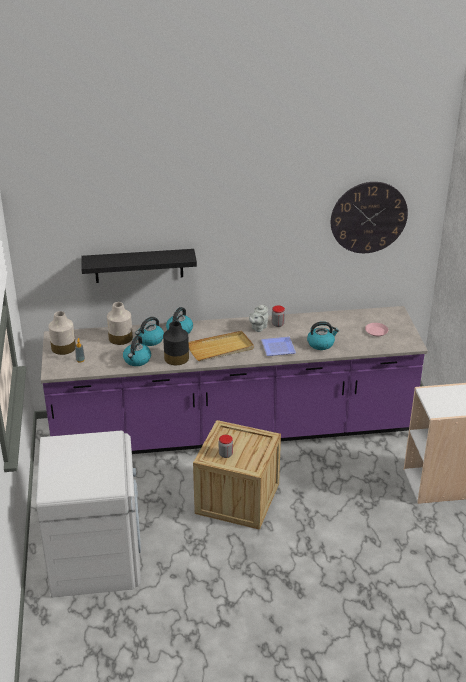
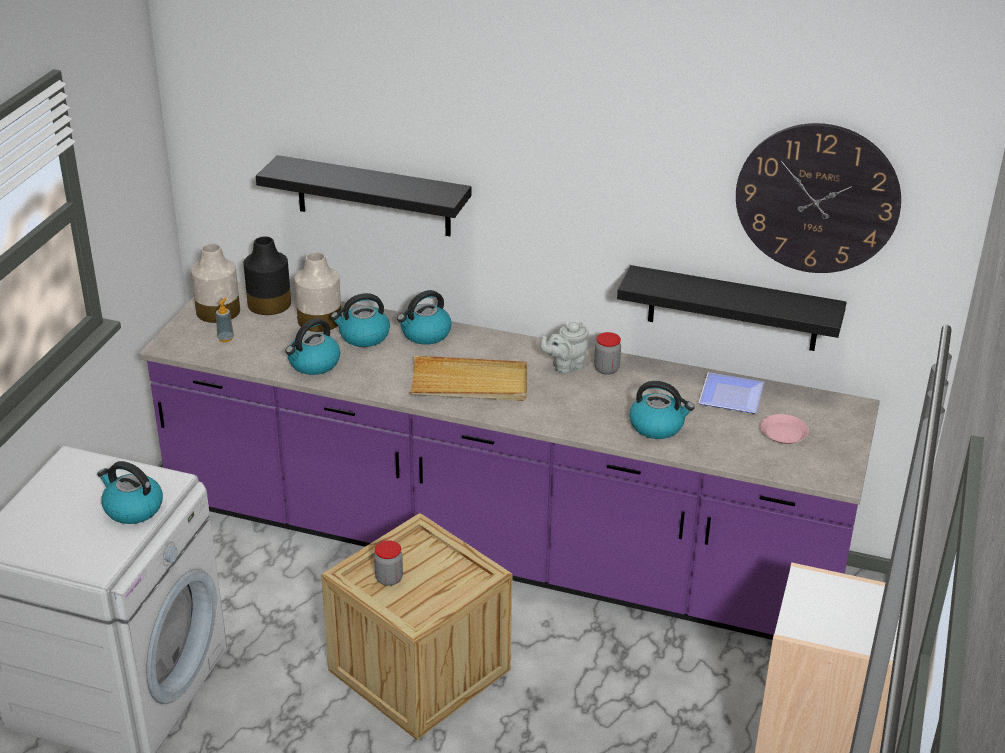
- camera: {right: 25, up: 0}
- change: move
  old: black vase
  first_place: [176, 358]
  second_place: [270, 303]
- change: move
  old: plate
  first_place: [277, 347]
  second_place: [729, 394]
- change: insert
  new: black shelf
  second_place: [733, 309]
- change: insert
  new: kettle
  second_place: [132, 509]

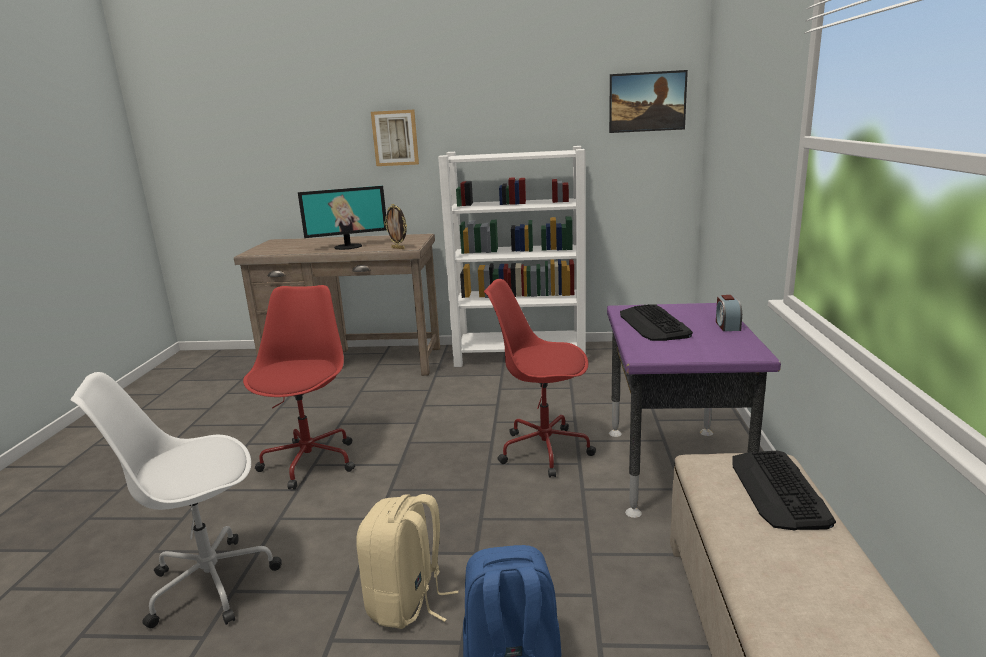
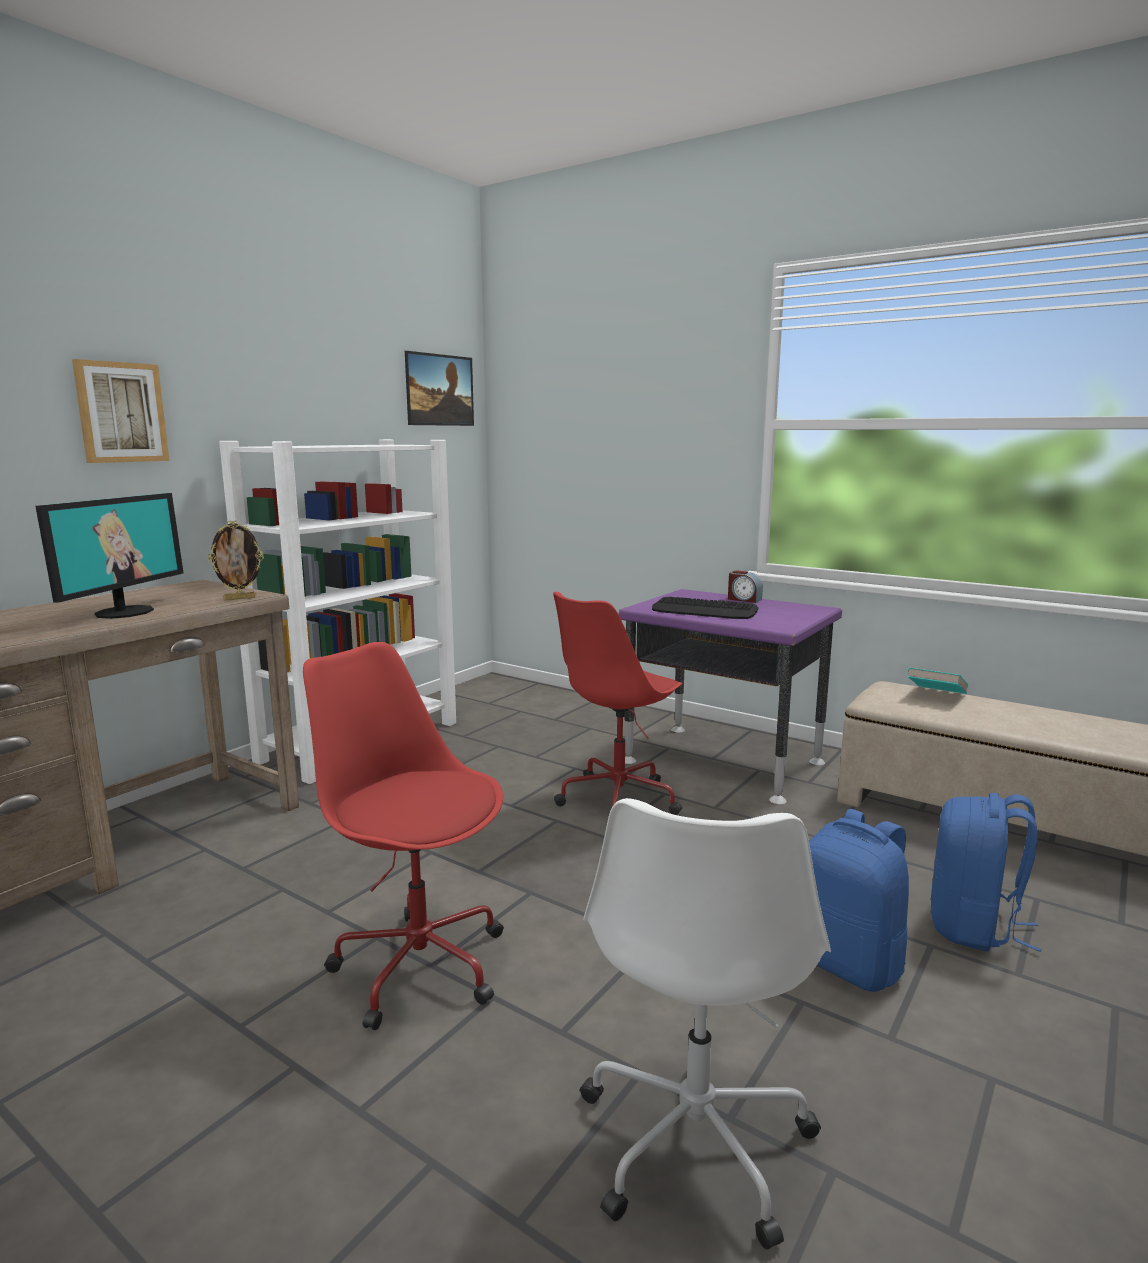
- camera: {right: -60, up: -5}
- change: replace
  old: keyboard
  new: turquoise book
  first_place: [778, 490]
  second_place: [935, 696]
- change: recolor
  old: beige backpack
  new: blue backpack
  first_place: [407, 602]
  second_place: [847, 962]

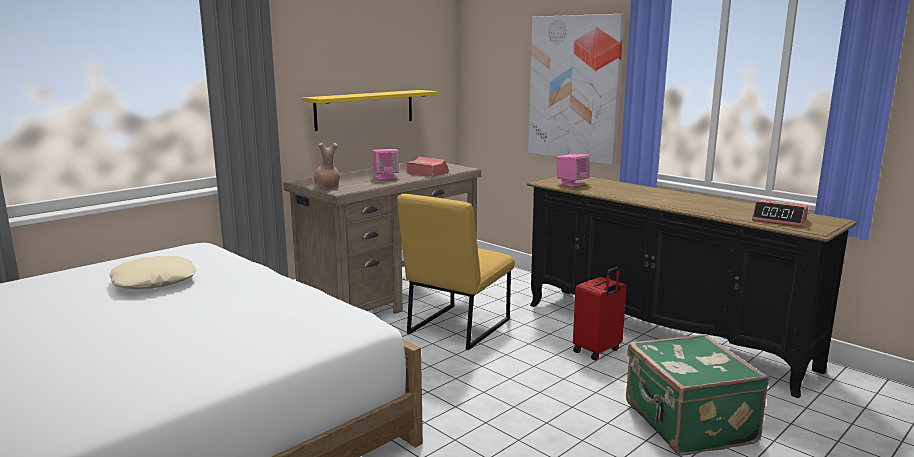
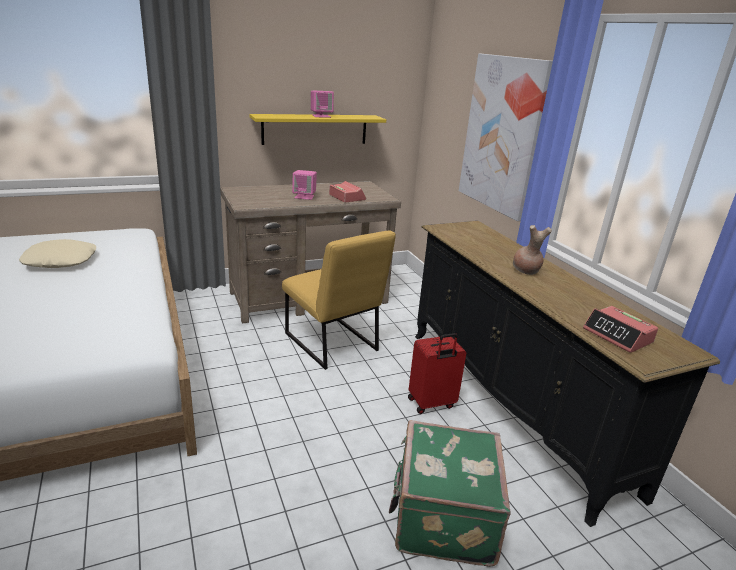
- camera: {right: 20, up: 10}
- change: move
  old: brown vase
  first_place: [327, 187]
  second_place: [525, 271]
- change: move
  old: pink speaker
  first_place: [572, 184]
  second_place: [321, 116]
- change: rotate
  old: yellow chair
  first_place: [457, 327]
  second_place: [332, 343]
  degrees: -90

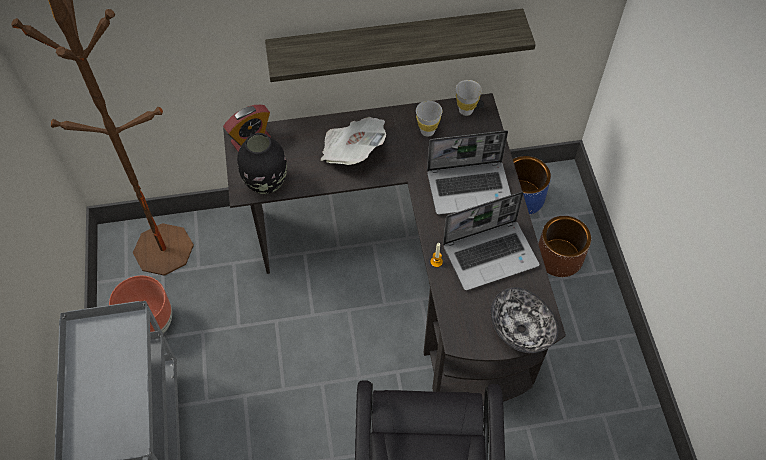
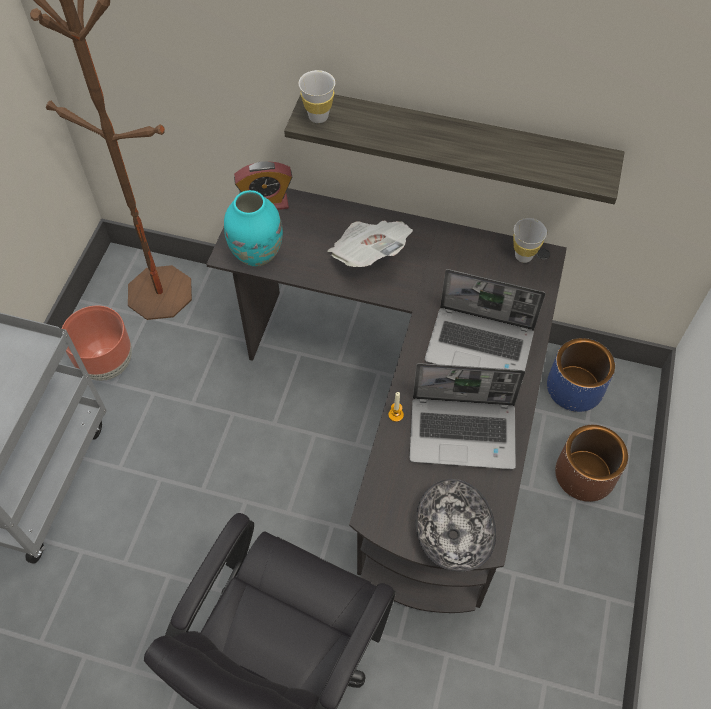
- camera: {right: 25, up: 0}
- change: move
  old: white cup
  first_place: [427, 131]
  second_place: [318, 116]
- change: recolor
  old: black vase
  new: turquoise vase
  first_place: [266, 183]
  second_place: [257, 254]

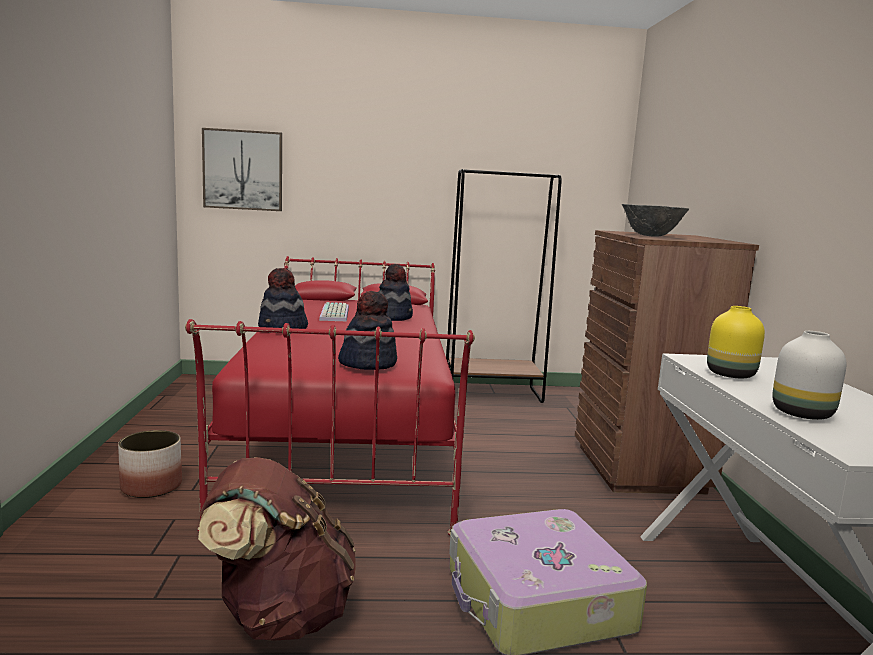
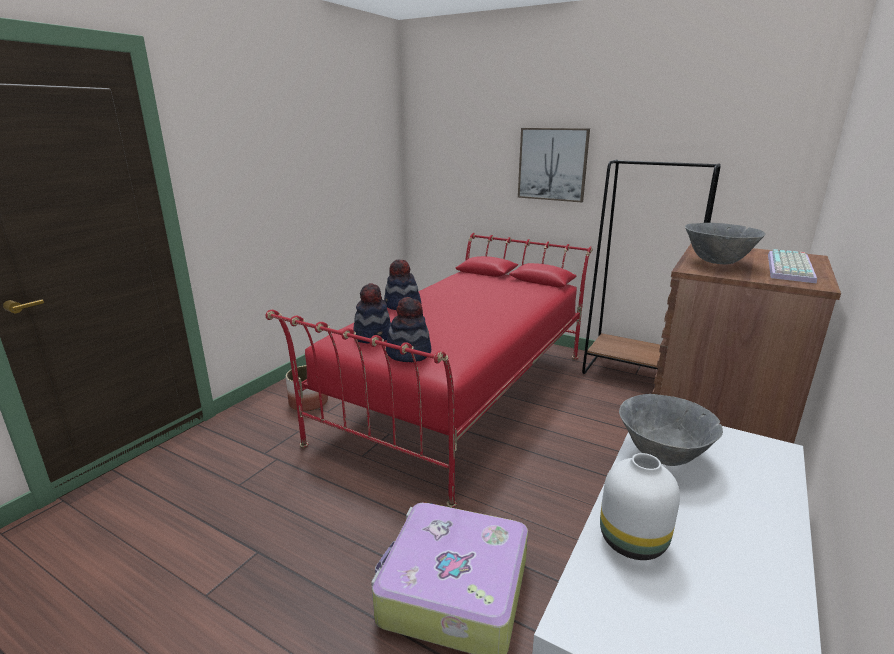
- camera: {right: 35, up: 10}
- change: move
  old: picture
  first_place: [243, 170]
  second_place: [552, 164]
- change: move
  old: hat
  first_place: [393, 317]
  second_place: [373, 336]
- change: move
  old: keyboard
  first_place: [336, 313]
  second_place: [792, 268]
- change: replace
  old: yellow vase
  new: grey bowl
  first_place: [730, 374]
  second_place: [662, 456]
- change: delete
  old: brown backpack
  first_place: [279, 615]

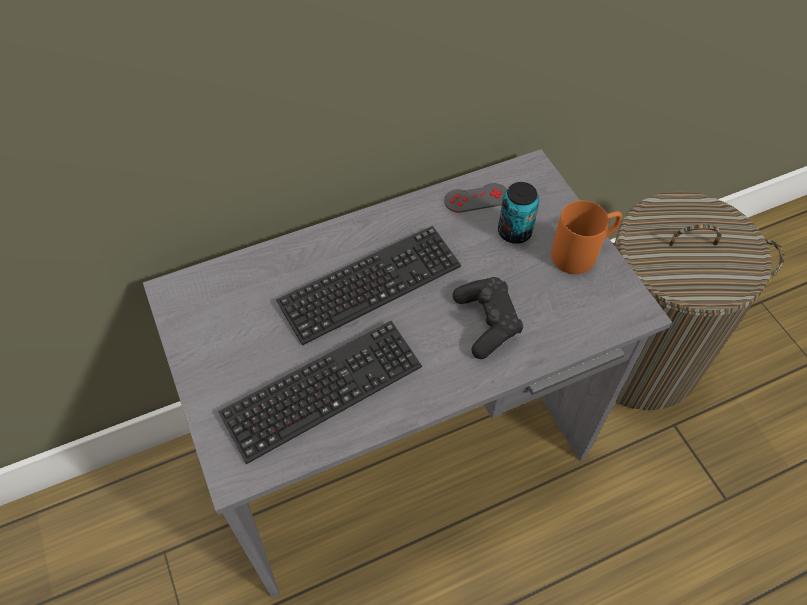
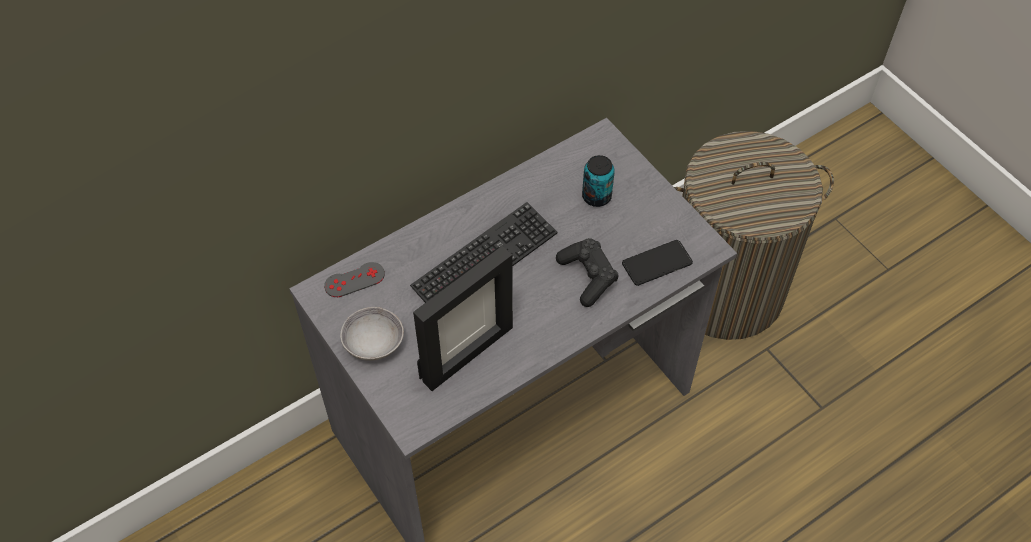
- camera: {right: -10, up: 0}
- change: move
  old: grey game controller
  first_place: [476, 198]
  second_place: [354, 280]
- change: delete
  old: orange mug
  first_place: [582, 253]
- change: replace
  old: keyboard
  new: picture frame
  first_place: [323, 391]
  second_place: [466, 353]
- change: insert
  new: phone
  second_place: [657, 263]
- change: insert
  new: grey bowl
  second_place: [374, 343]

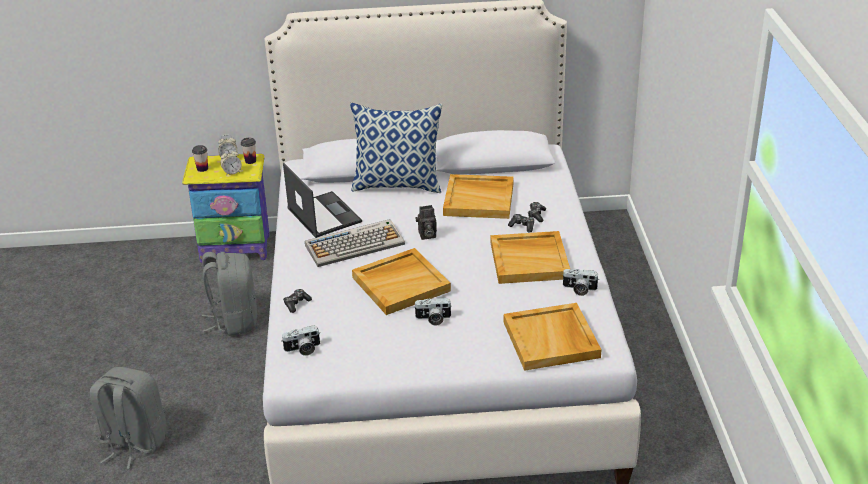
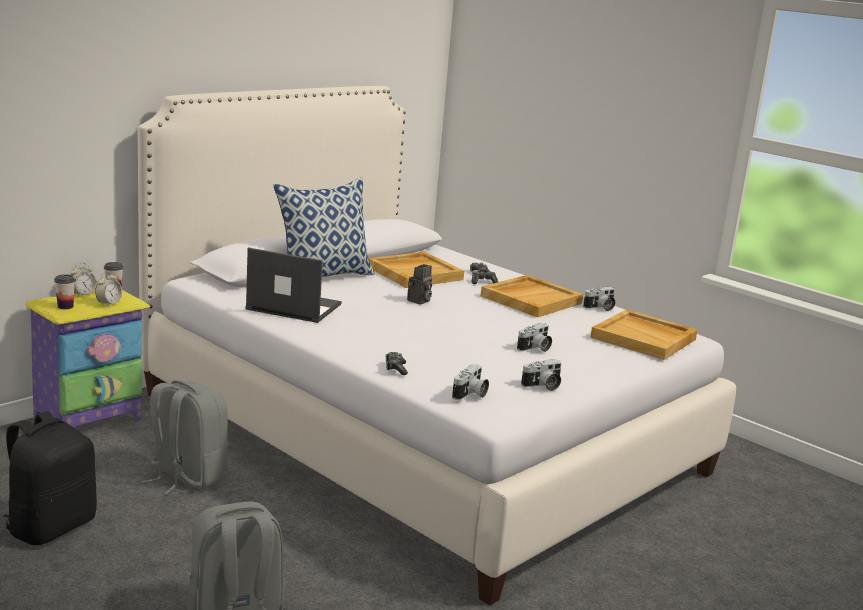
- camera: {right: -45, up: -15}
- change: delete
  old: keyboard
  first_place: [355, 244]
- change: delete
  old: beige tray
  first_place: [401, 283]
- change: insert
  new: photo camera
  second_place: [542, 386]
- change: insert
  new: black backpack
  second_place: [51, 526]

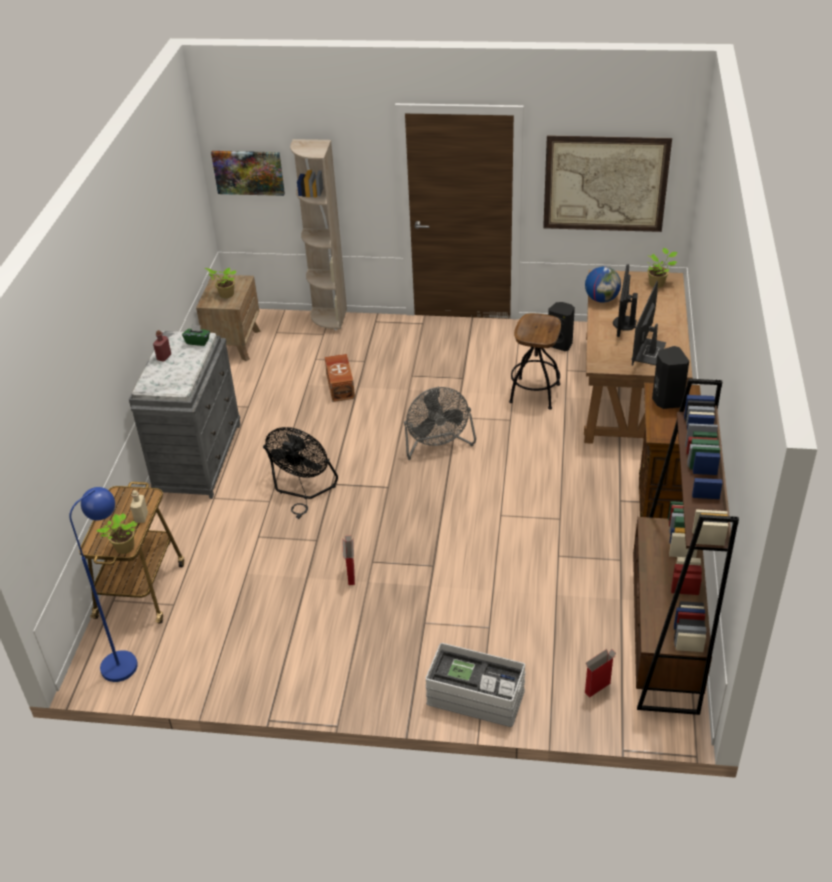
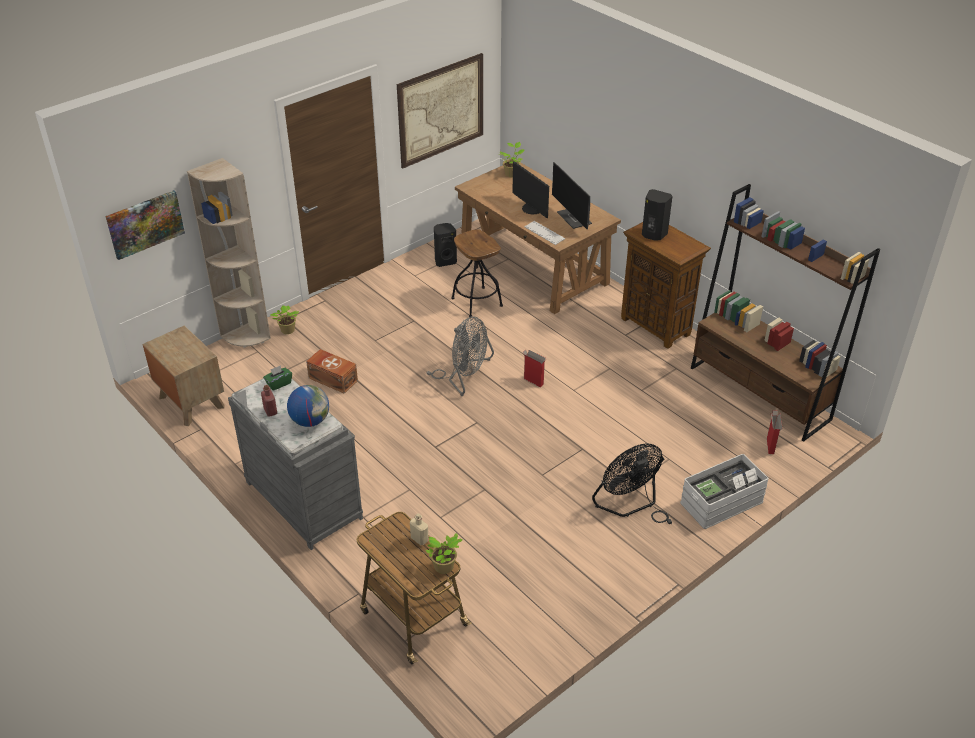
- camera: {right: -50, up: 0}
- change: move
  old: globe
  first_place: [601, 299]
  second_place: [310, 420]
- change: move
  old: potted plant
  first_place: [225, 294]
  second_place: [287, 331]
- change: move
  old: black fan
  first_place: [300, 489]
  second_place: [635, 503]
- change: delete
  old: blue floor lamp
  first_place: [128, 660]
- change: move
  old: cardboard box
  first_place: [351, 575]
  second_place: [533, 381]
- change: insert
  new: keyboard
  second_place: [544, 233]

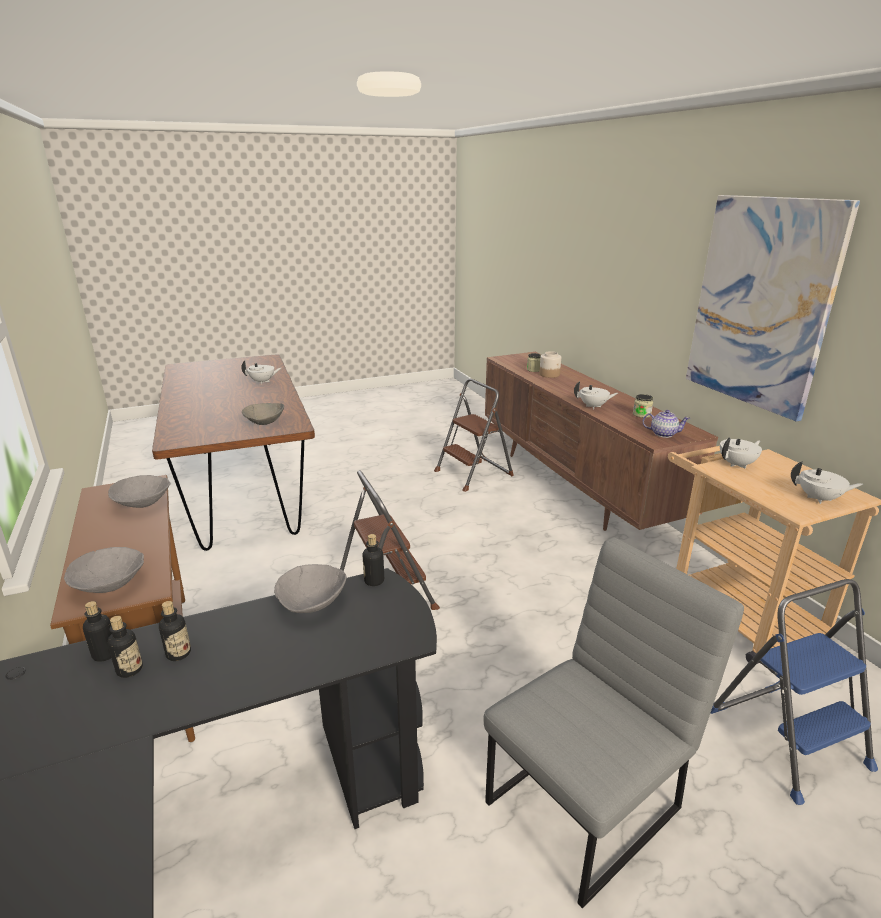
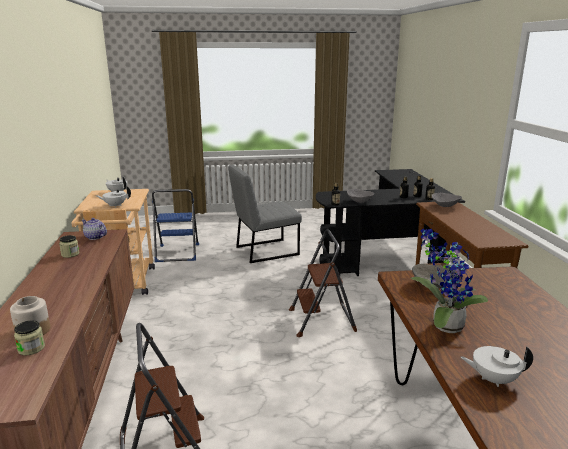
- camera: {right: -165, up: -5}
- change: delete
  old: picture
  first_place: [761, 304]
- change: delete
  old: white teapot
  first_place: [593, 406]
- change: delete
  old: grey bowl
  first_place: [144, 503]
- change: insert
  new: potted plant
  second_place: [443, 325]

